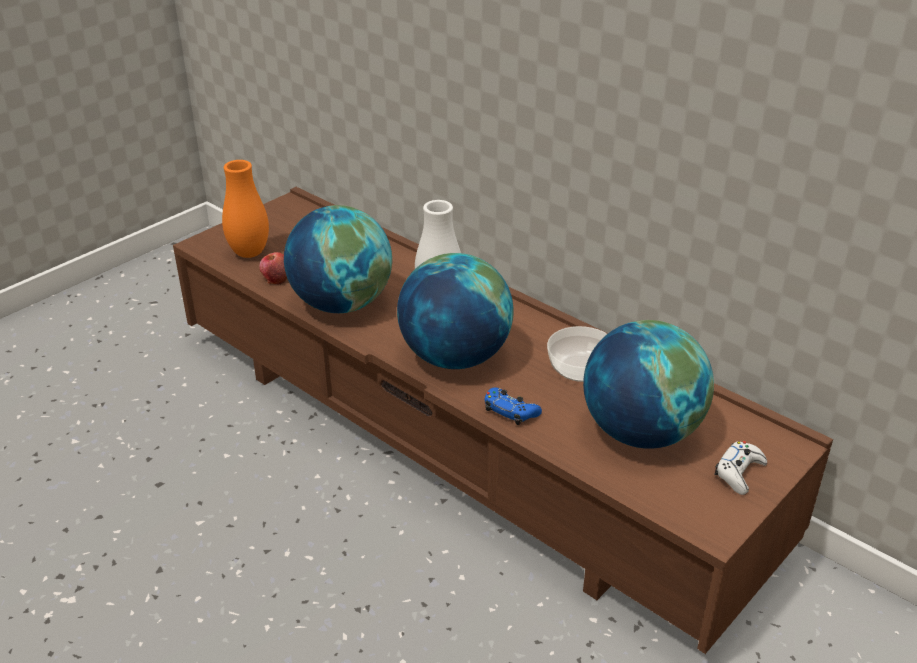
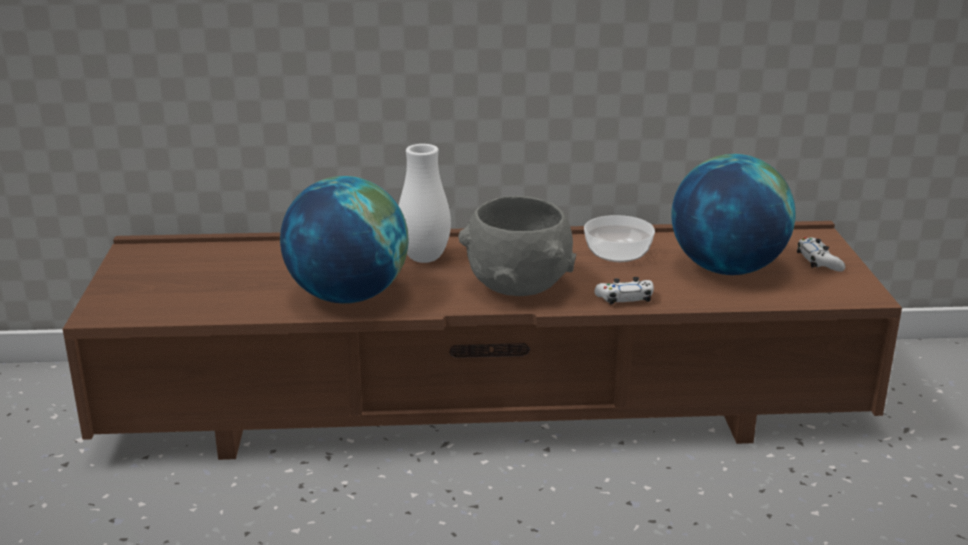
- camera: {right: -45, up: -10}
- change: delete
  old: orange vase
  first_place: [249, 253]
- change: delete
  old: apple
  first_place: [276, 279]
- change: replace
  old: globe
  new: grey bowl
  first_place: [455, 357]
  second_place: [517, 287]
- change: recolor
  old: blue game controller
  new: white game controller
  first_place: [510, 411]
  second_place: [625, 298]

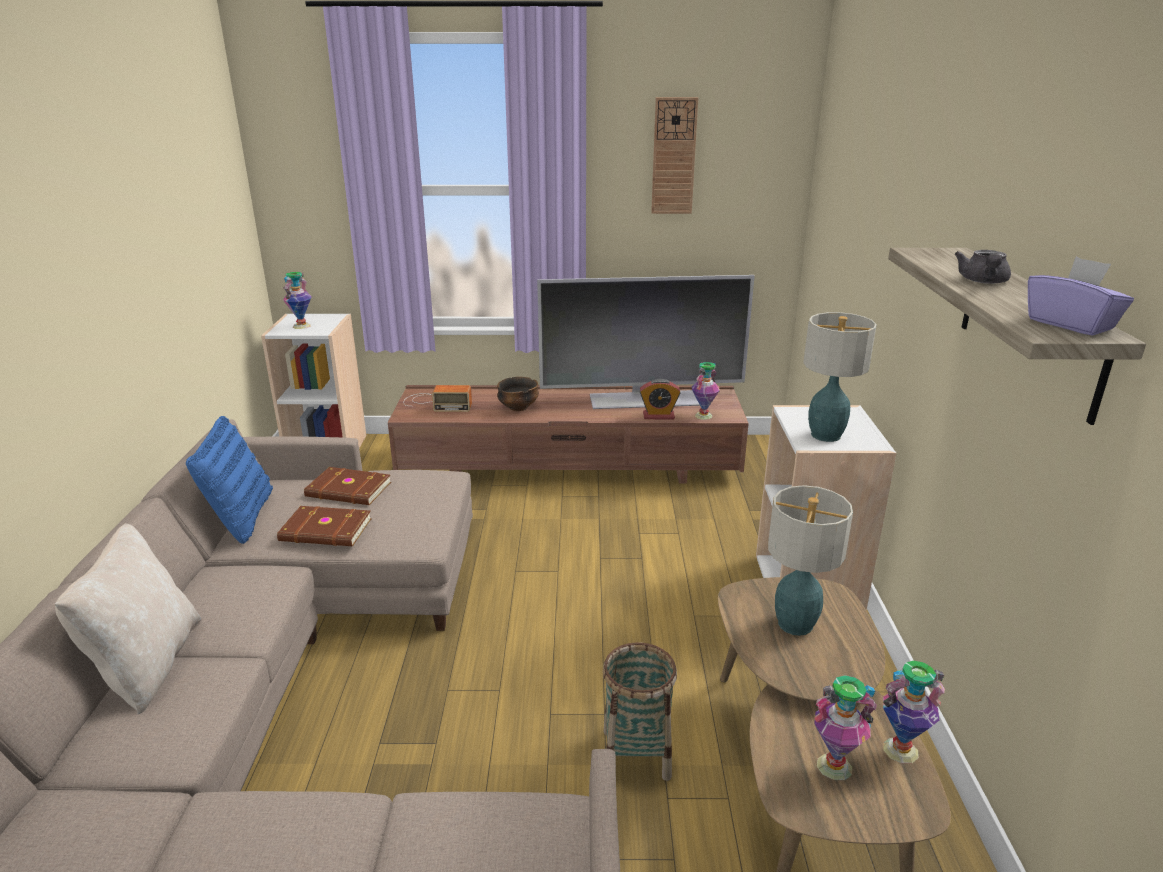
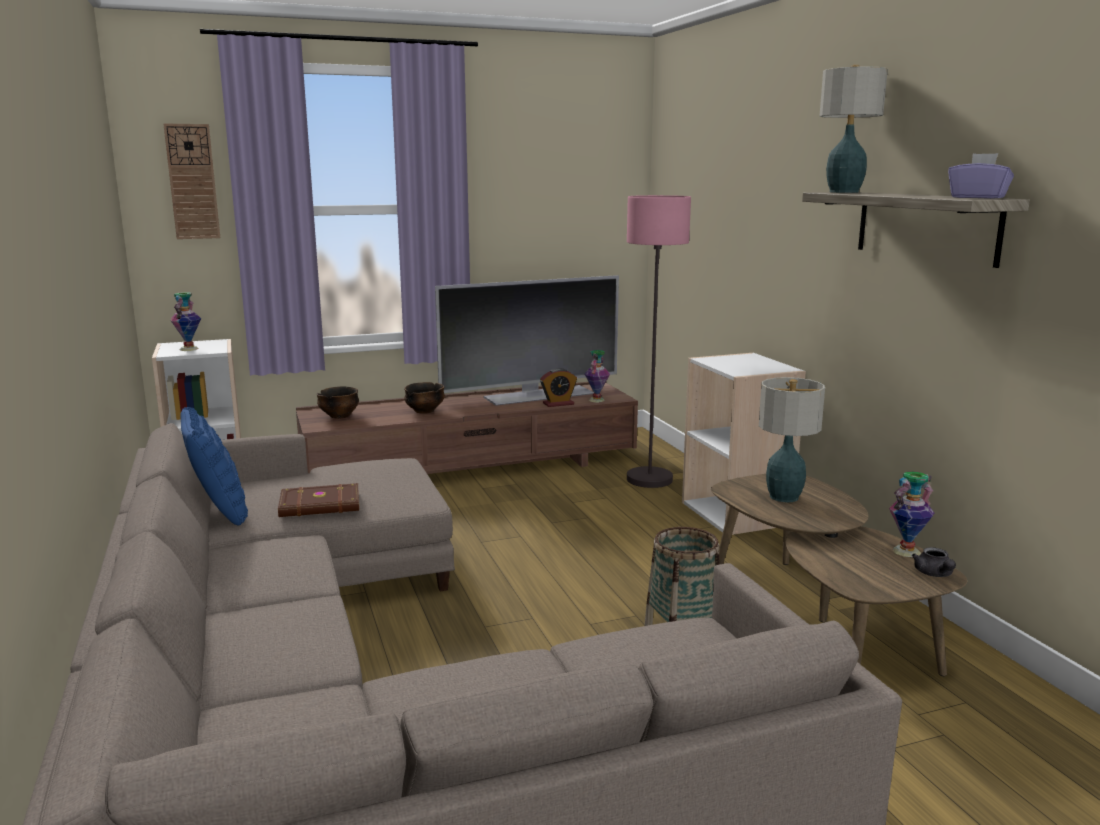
- camera: {right: -20, up: -10}
- change: move
  old: wall clock
  first_place: [674, 156]
  second_place: [192, 182]
- change: move
  old: grey teapot
  first_place: [983, 282]
  second_place: [934, 574]
- change: move
  old: table lamp
  first_place: [825, 435]
  second_place: [843, 192]
- change: replace
  old: radio
  new: bowl
  first_place: [436, 403]
  second_place: [339, 416]
- change: delete
  old: brown book
  first_place: [348, 490]
- change: delete
  old: beige pillow
  first_place: [147, 665]
- change: delete
  old: vase
  first_place: [834, 766]
- change: insert
  new: pink floor lamp
  second_place: [649, 484]

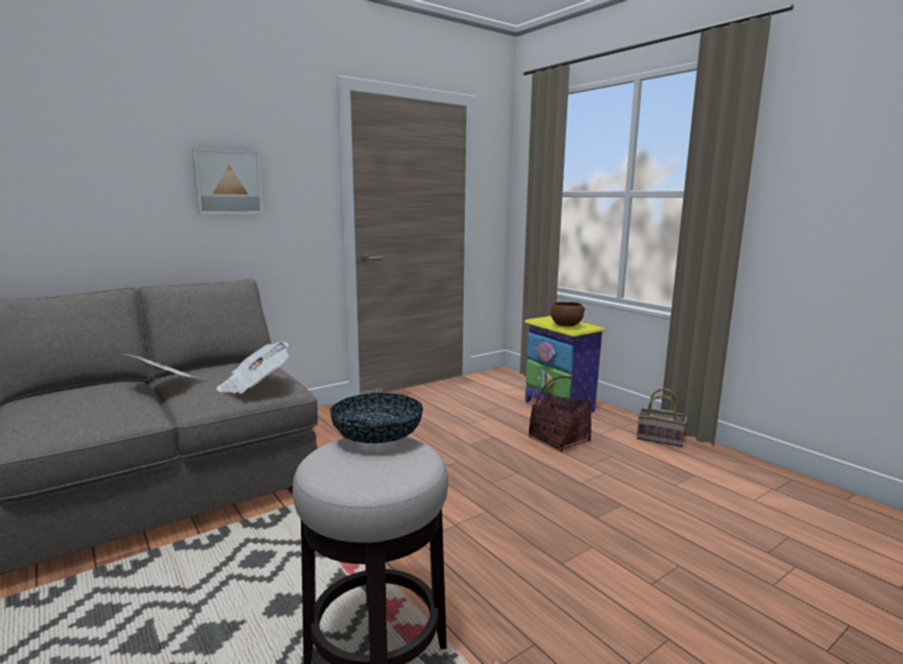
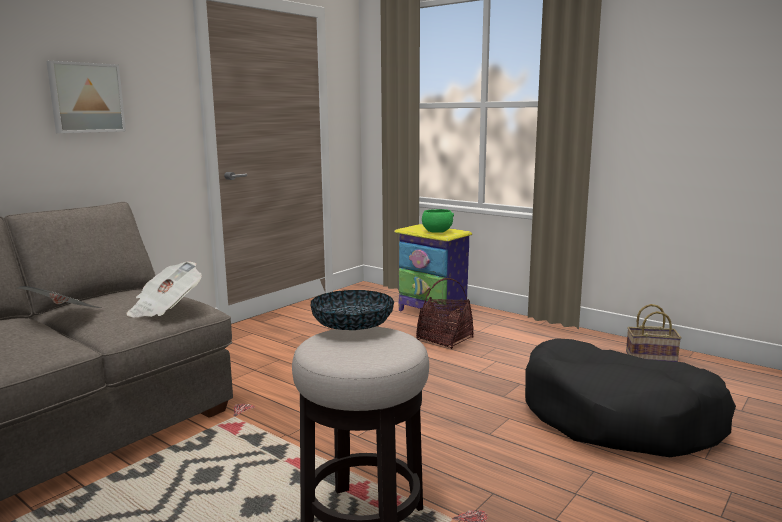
- camera: {right: -15, up: 0}
- change: recolor
  old: brown bowl
  new: green bowl
  first_place: [565, 325]
  second_place: [436, 232]
- change: move
  old: basket
  first_place: [661, 438]
  second_place: [652, 356]
- change: insert
  new: black dog bed
  second_place: [618, 418]

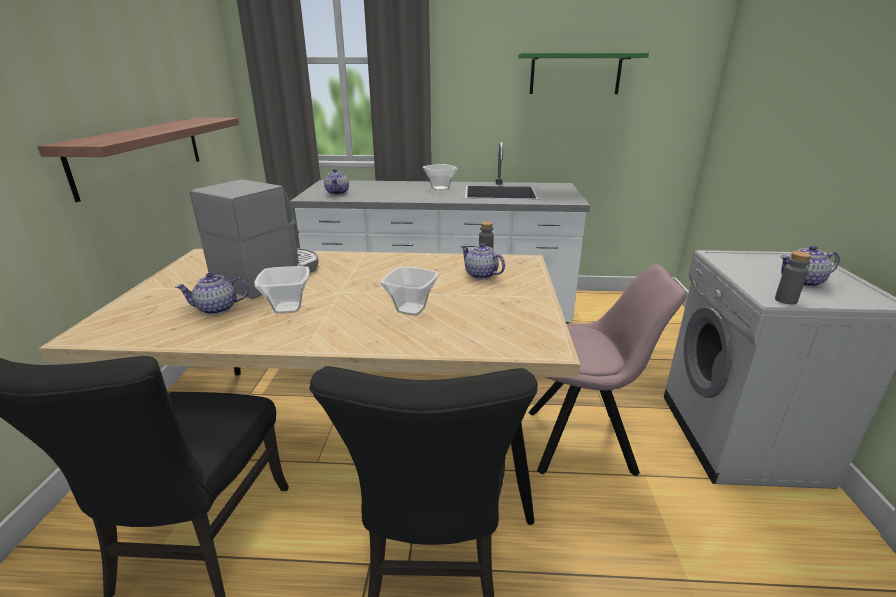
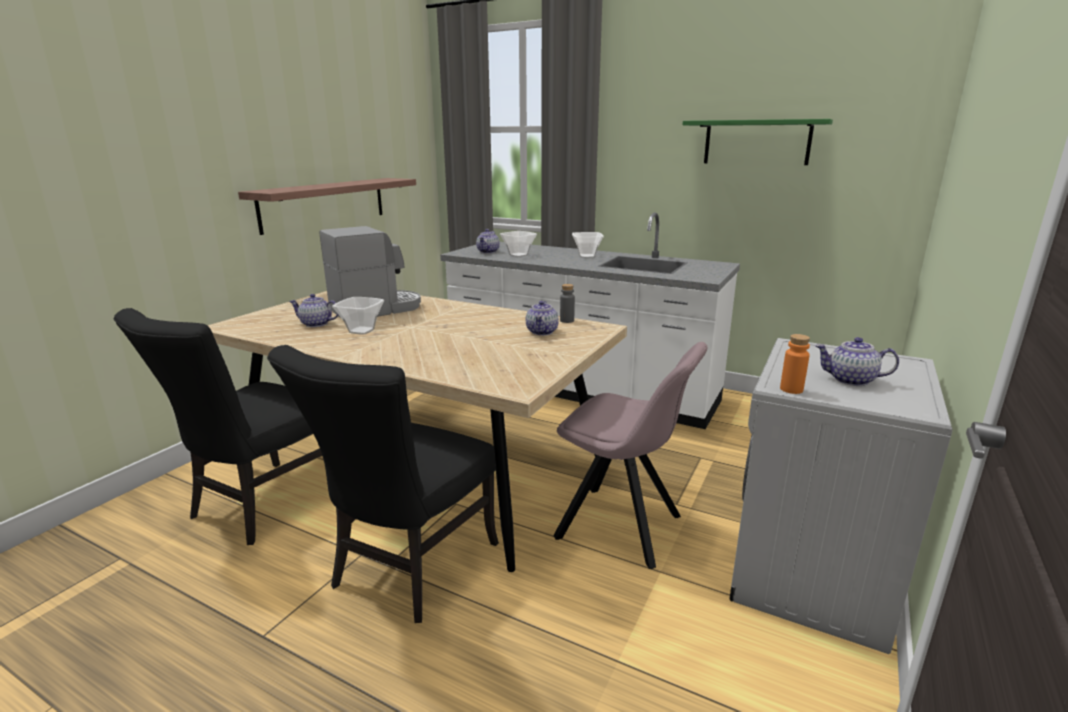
- camera: {right: 25, up: -5}
- change: rotate
  old: teapot
  first_place: [480, 274]
  second_place: [542, 332]
  degrees: -150
- change: recolor
  old: grey bottle
  new: orange bottle
  first_place: [785, 300]
  second_place: [791, 389]
- change: move
  old: bowl
  first_place: [412, 309]
  second_place: [519, 255]

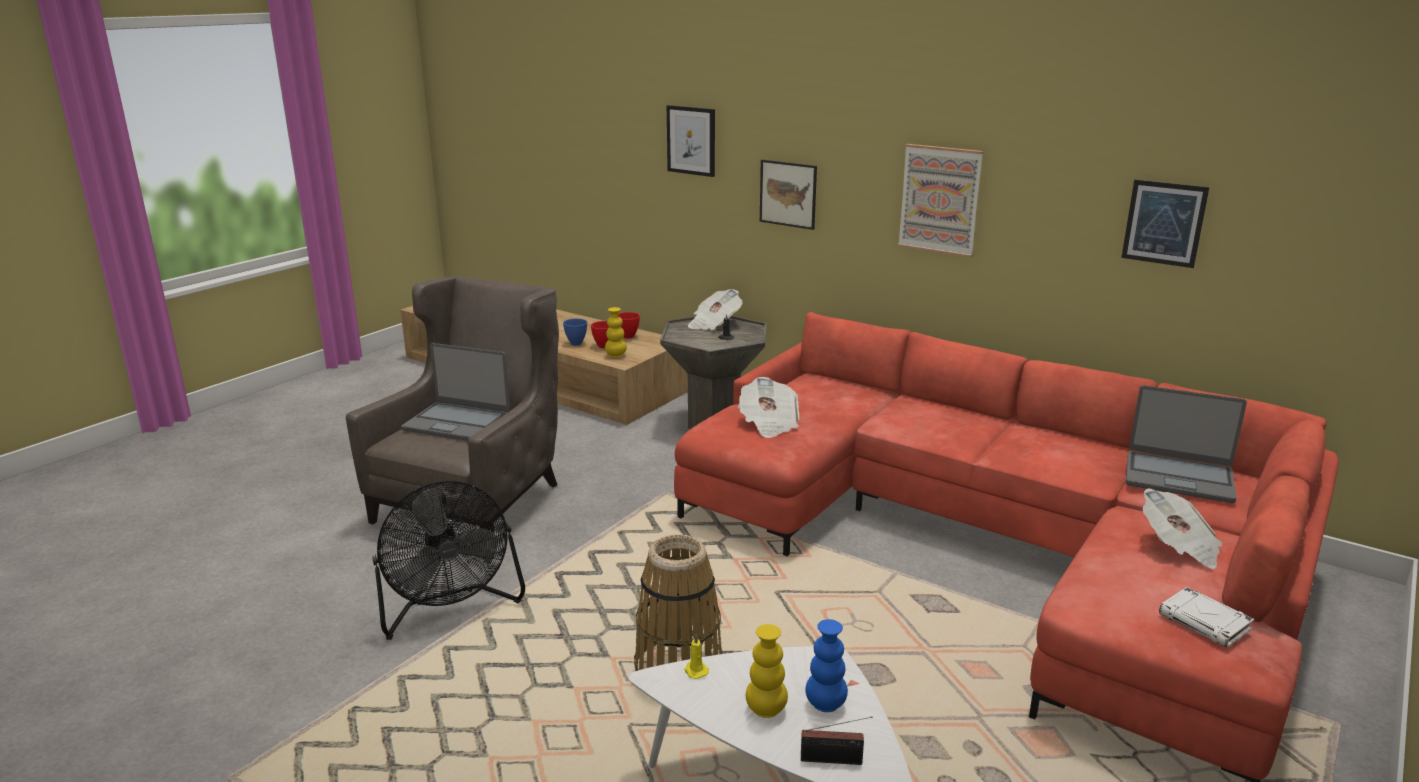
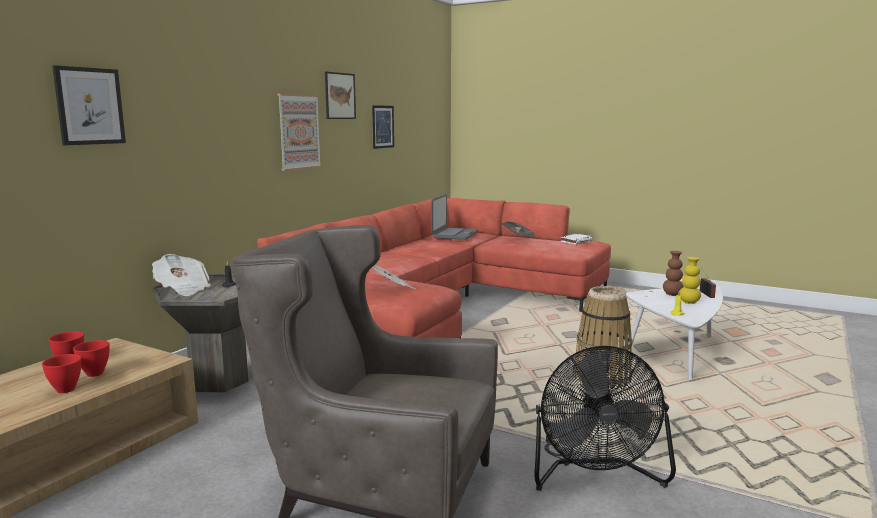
- camera: {right: -95, up: -10}
- change: move
  old: picture
  first_place: [788, 194]
  second_place: [340, 96]
- change: delete
  old: yellow vase
  first_place: [616, 355]
- change: recolor
  old: blue bowl
  new: red bowl
  first_place: [575, 343]
  second_place: [65, 390]
- change: delete
  old: laptop
  first_place: [457, 423]
- change: rotate
  old: black fan
  first_place: [444, 607]
  second_place: [589, 473]
  degrees: 120
- change: recolor
  old: blue vase
  new: brown vase
  first_place: [825, 704]
  second_place: [672, 294]

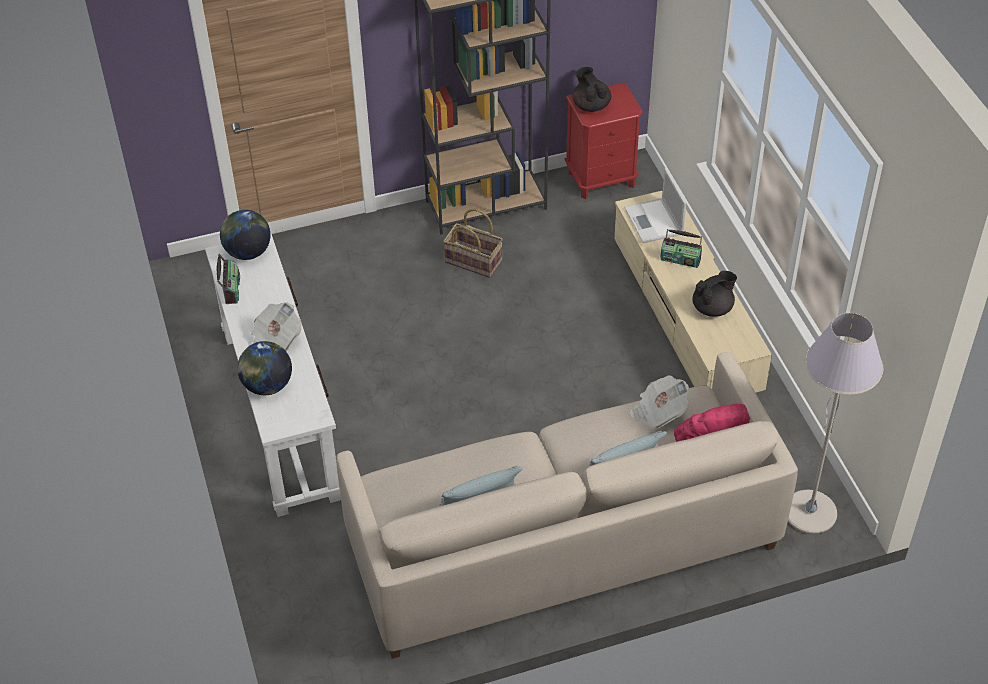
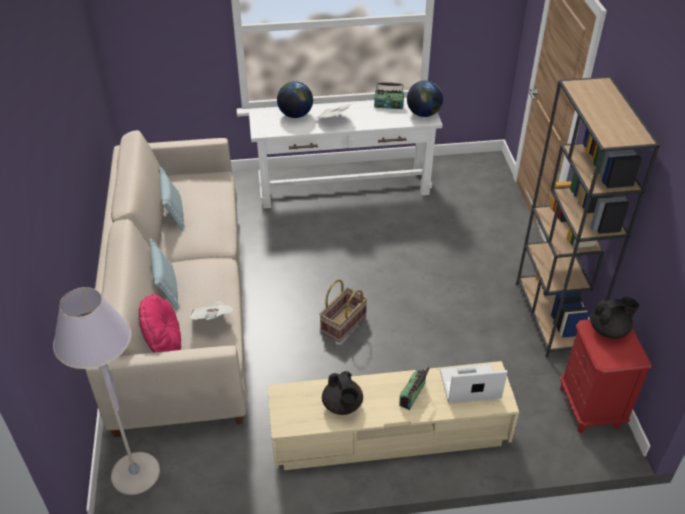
- camera: {right: 100, up: -5}
- change: move
  old: basket
  first_place: [474, 261]
  second_place: [344, 325]

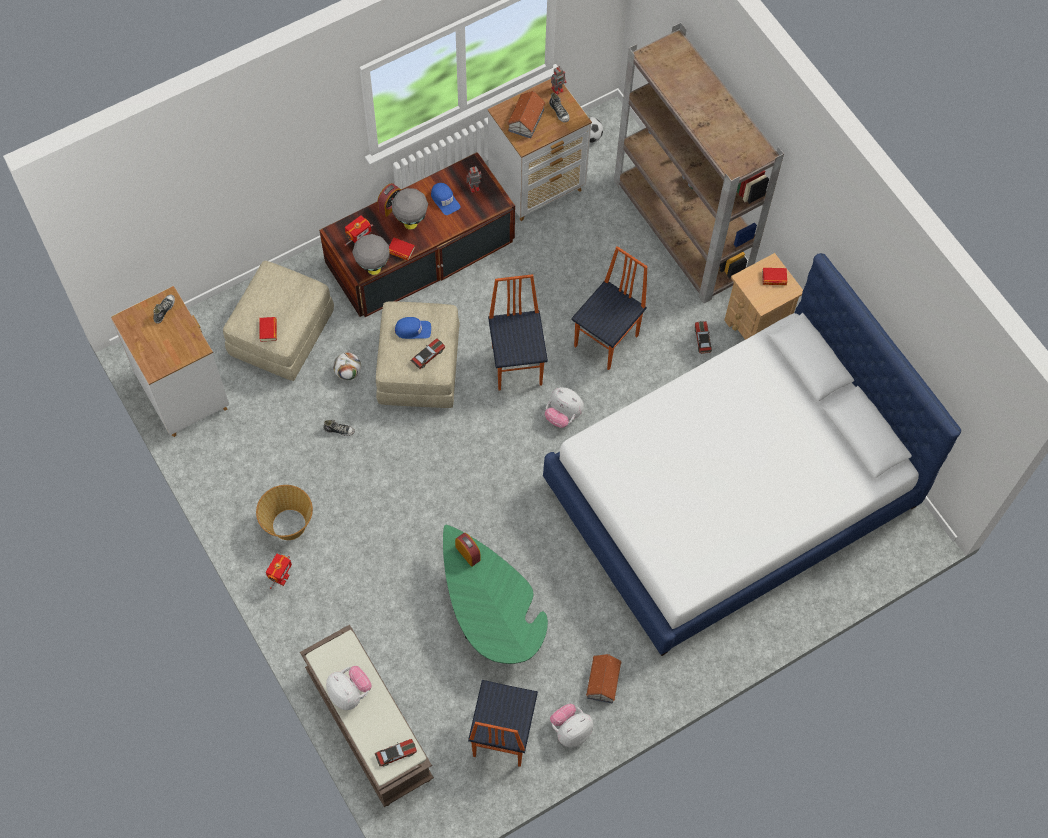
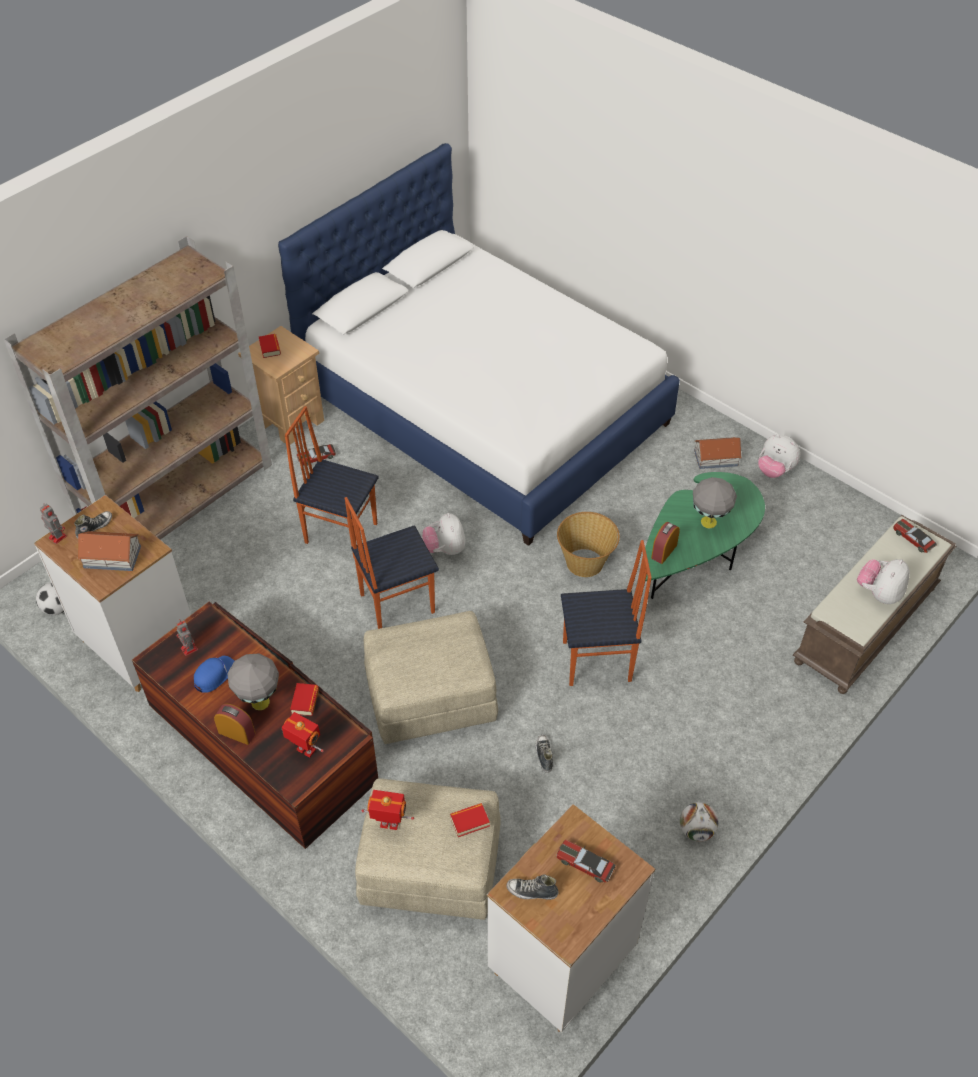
- camera: {right: -105, up: -15}
- change: move
  old: grey table lamp
  first_place: [373, 269]
  second_place: [708, 523]
- change: delete
  old: blue cap
  first_place: [413, 330]
- change: move
  old: toy car
  first_place: [428, 355]
  second_place: [585, 864]
- change: move
  old: football
  first_place: [348, 372]
  second_place: [696, 830]
- change: rotate
  old: plush toy
  first_place: [563, 415]
  second_place: [445, 549]
  degrees: 150
- change: move
  old: basket
  first_place: [288, 525]
  second_place: [585, 563]
- change: move
  old: toy robot
  first_place: [282, 578]
  second_place: [389, 825]
- change: move
  old: chair
  first_place: [501, 735]
  second_place: [597, 662]

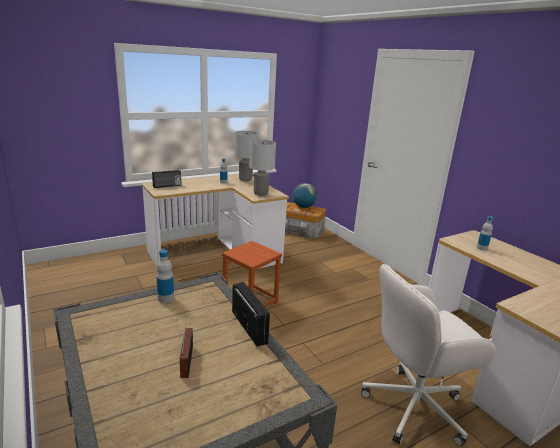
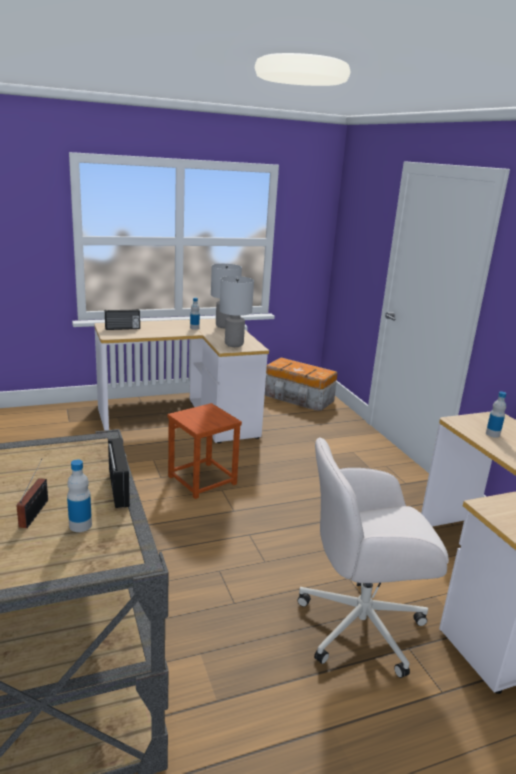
- camera: {right: 10, up: 0}
- change: delete
  old: globe
  first_place: [303, 207]
- change: move
  old: bottle
  first_place: [166, 298]
  second_place: [80, 525]

